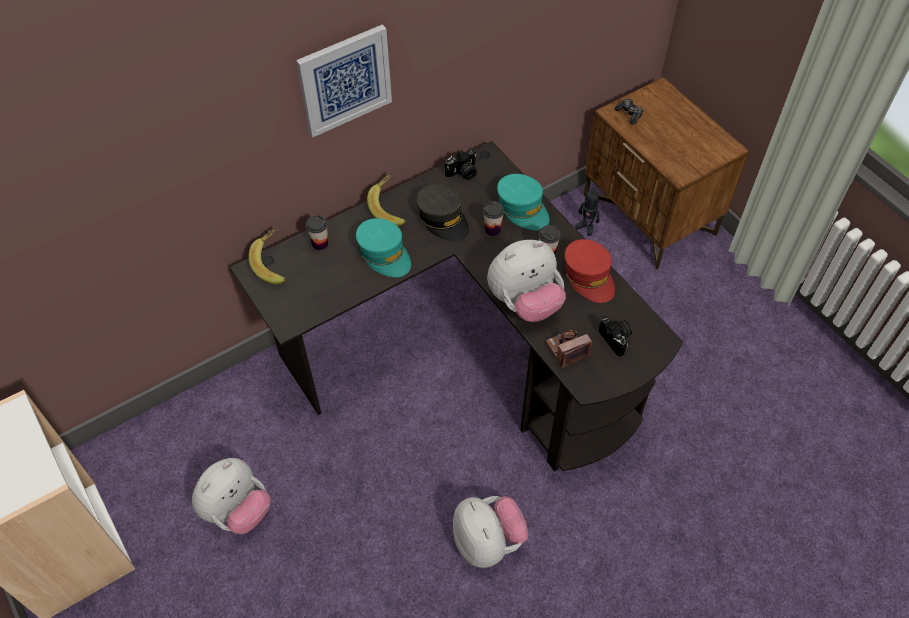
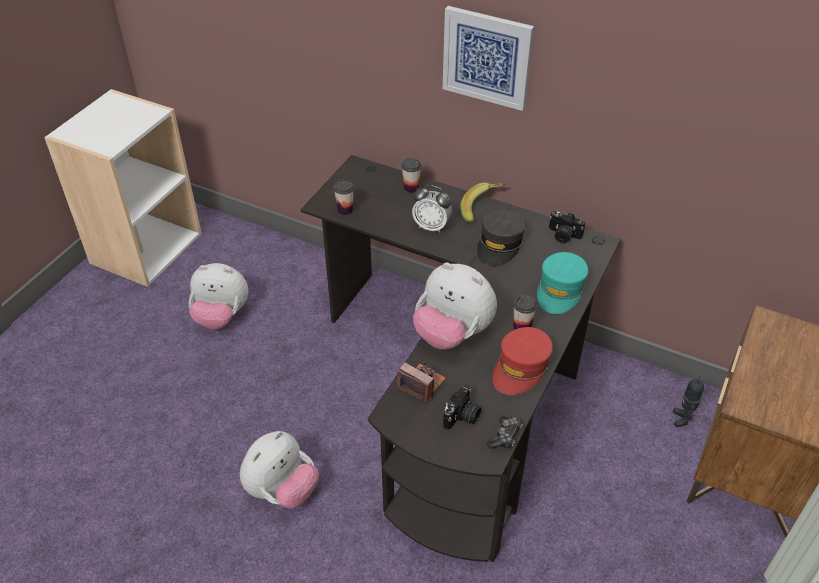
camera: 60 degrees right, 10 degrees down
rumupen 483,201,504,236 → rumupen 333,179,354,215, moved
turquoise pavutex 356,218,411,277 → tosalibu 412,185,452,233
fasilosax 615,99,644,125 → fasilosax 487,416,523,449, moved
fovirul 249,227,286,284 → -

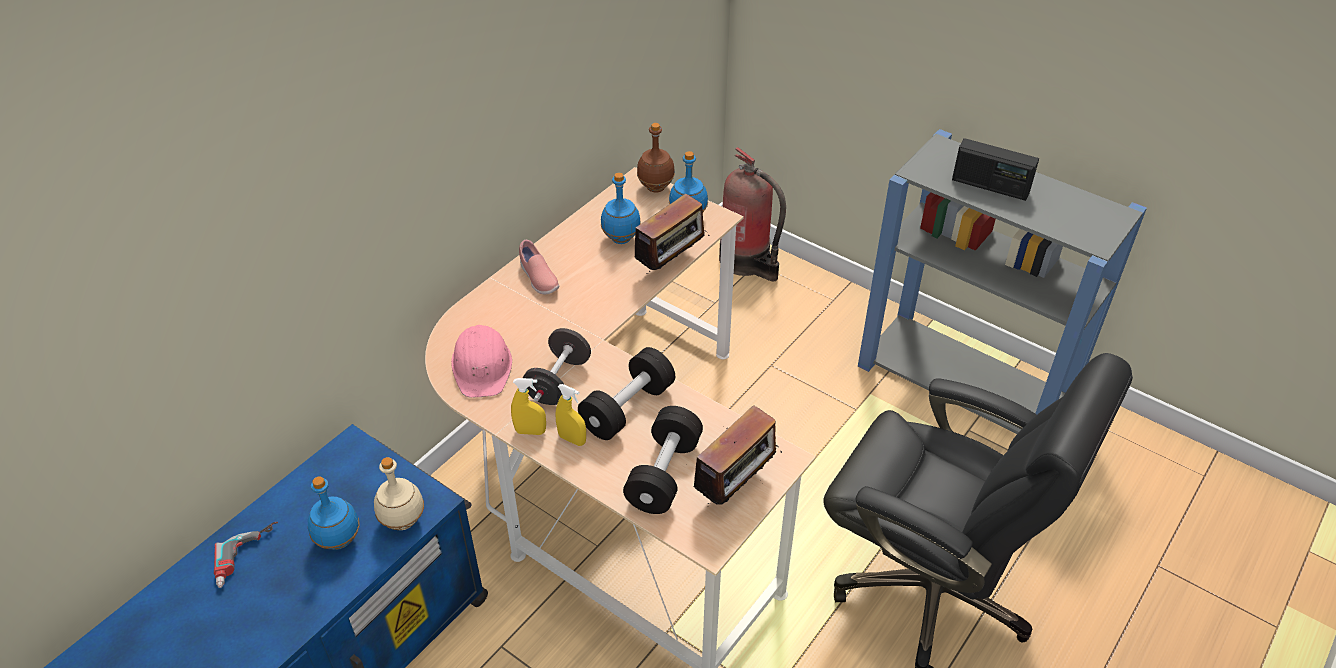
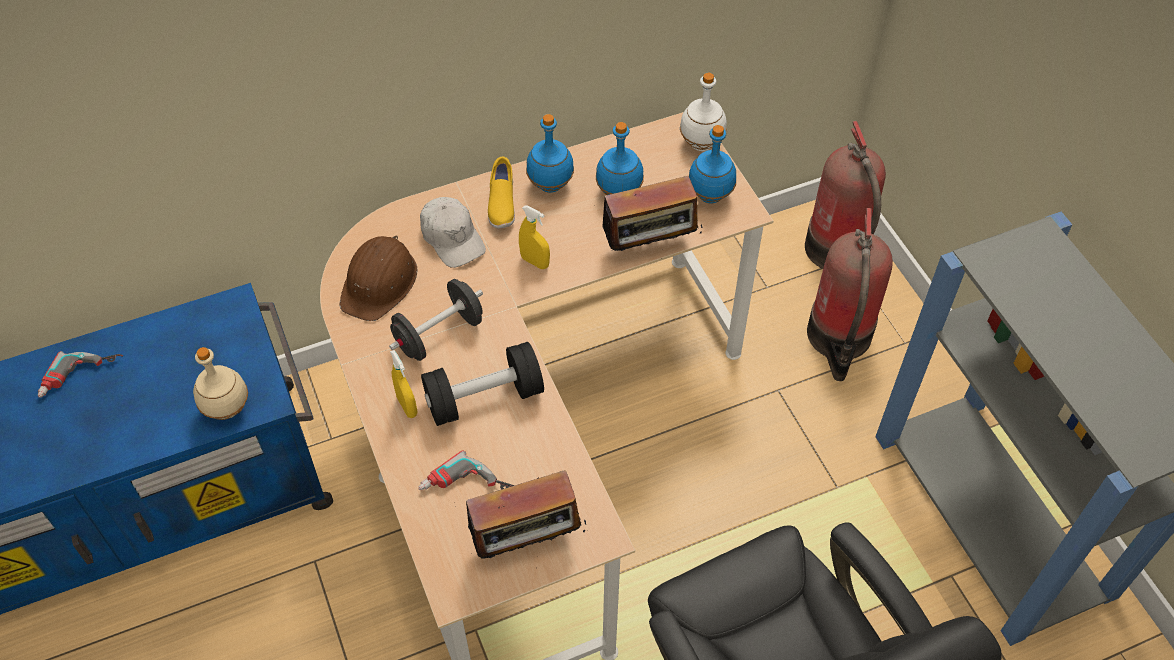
camera: 30 degrees right, 10 degrees up
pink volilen 451,325,512,398 → brown volilen 340,236,417,321
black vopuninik 623,406,703,514 → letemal 418,450,514,490
- → white pavutex 420,197,486,268
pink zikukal 519,240,559,294 → yellow zikukal 488,157,515,228
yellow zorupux 511,378,546,435 → yellow zorupux 519,205,550,269, moved
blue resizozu 308,477,360,550 → blue resizozu 526,114,574,193, moved
brown resizozu 637,123,675,192 → white resizozu 680,73,727,151
- → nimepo 807,208,893,381
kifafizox 952,138,1039,201 → -

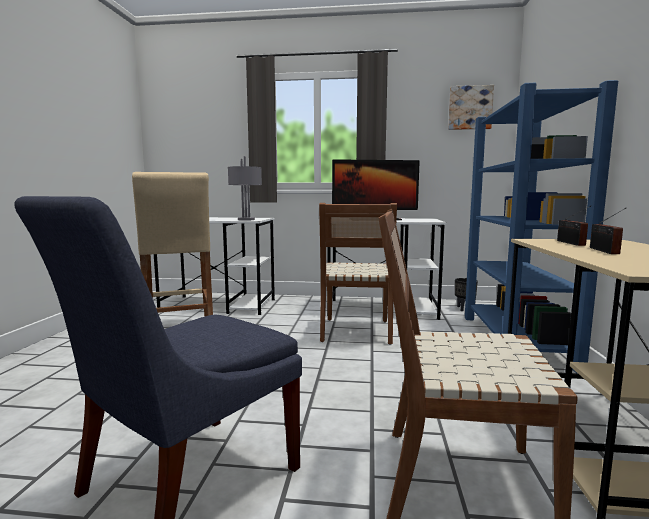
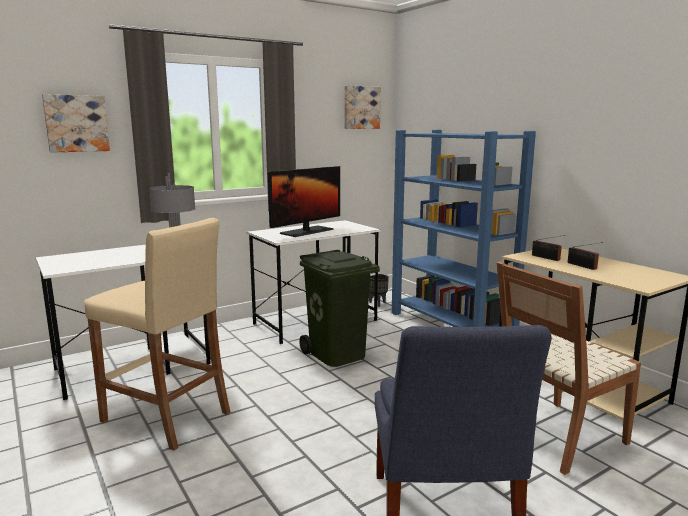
camera: 40 degrees left, 5 degrees up
- → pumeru 42,94,110,153
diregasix 319,203,397,345 → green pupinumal 299,250,380,367

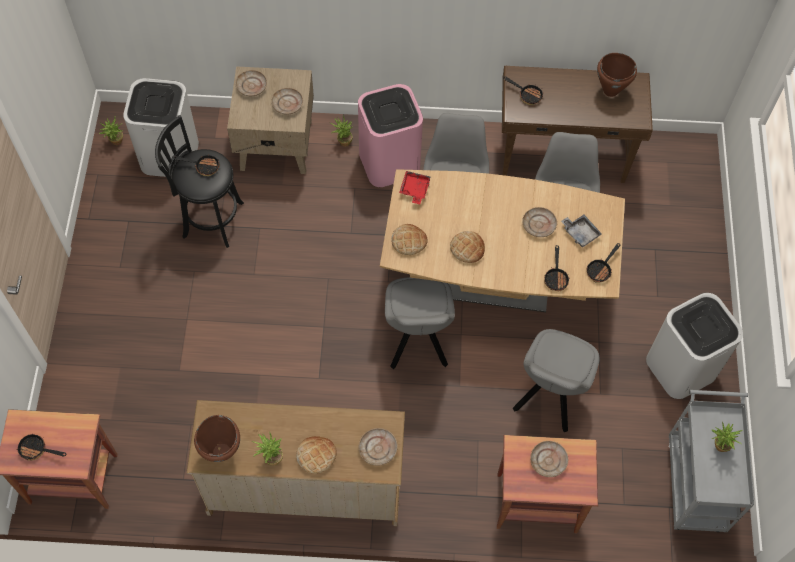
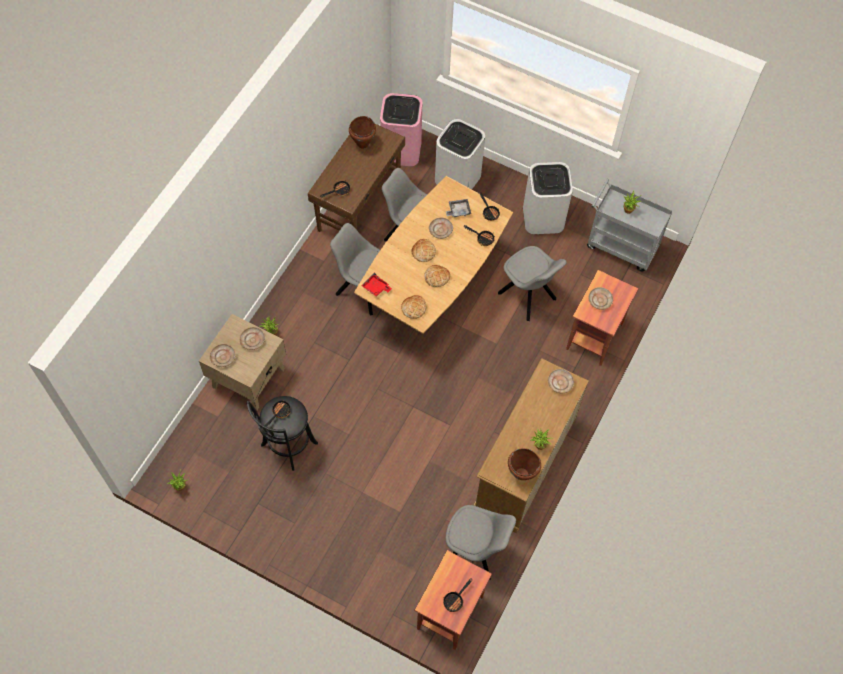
camera: 65 degrees left, 0 degrees up
pink pupinumal 358,84,423,187 → pink pupinumal 380,93,422,166, moved
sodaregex 296,436,337,474 → sodaregex 411,239,436,262, moved
white pupinumal 123,78,199,177 → white pupinumal 435,119,485,189, moved
grey diregasix 385,277,455,369 → grey diregasix 446,505,516,580, moved

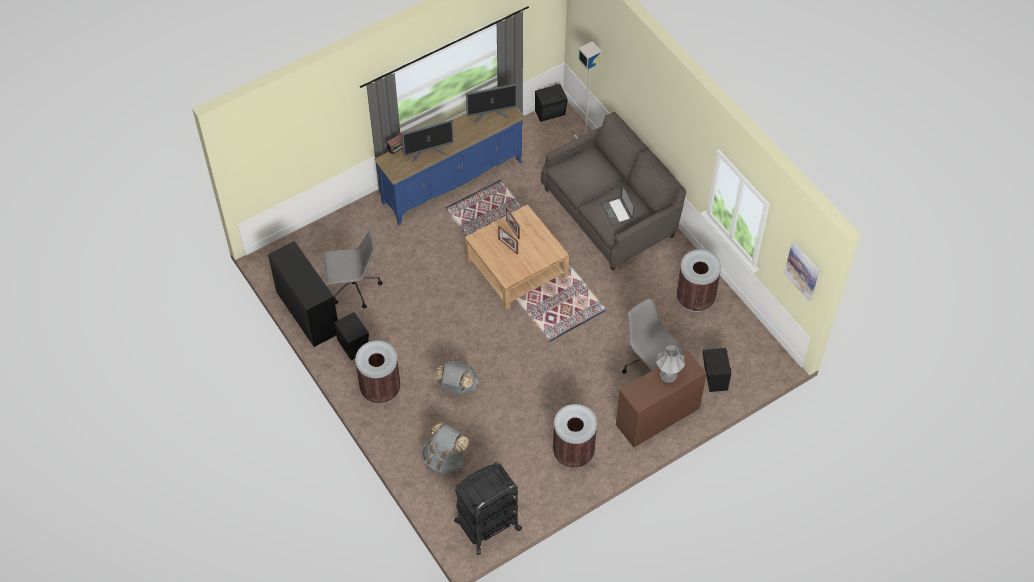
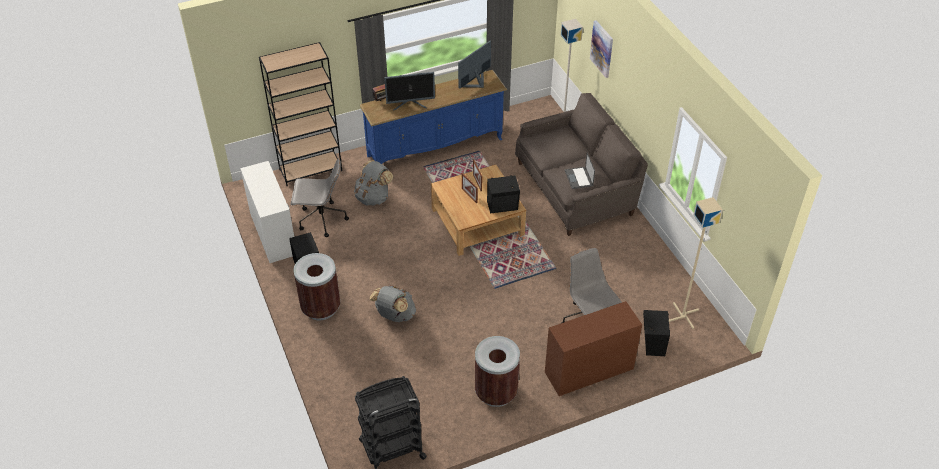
camera: 10 degrees right, 10 degrees down
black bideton 268,241,338,347 → white bideton 240,161,294,263
- → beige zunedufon 259,42,342,186
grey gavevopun 422,422,468,475 → grey gavevopun 354,160,393,205, moved
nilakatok 466,84,517,123 → nilakatok 458,41,491,89, 135 degrees clockwise
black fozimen 535,84,568,122 → black fozimen 487,175,520,213, moved
pumeru 784,242,819,301 → pumeru 590,20,613,78, moved
- → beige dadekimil 669,197,723,329
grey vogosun 656,345,685,382 → -
brown pupinumal 677,249,721,312 → -

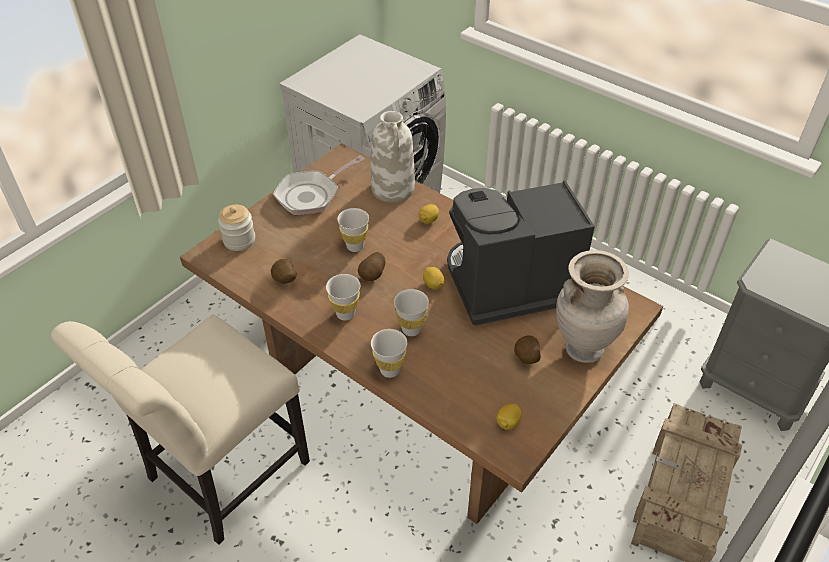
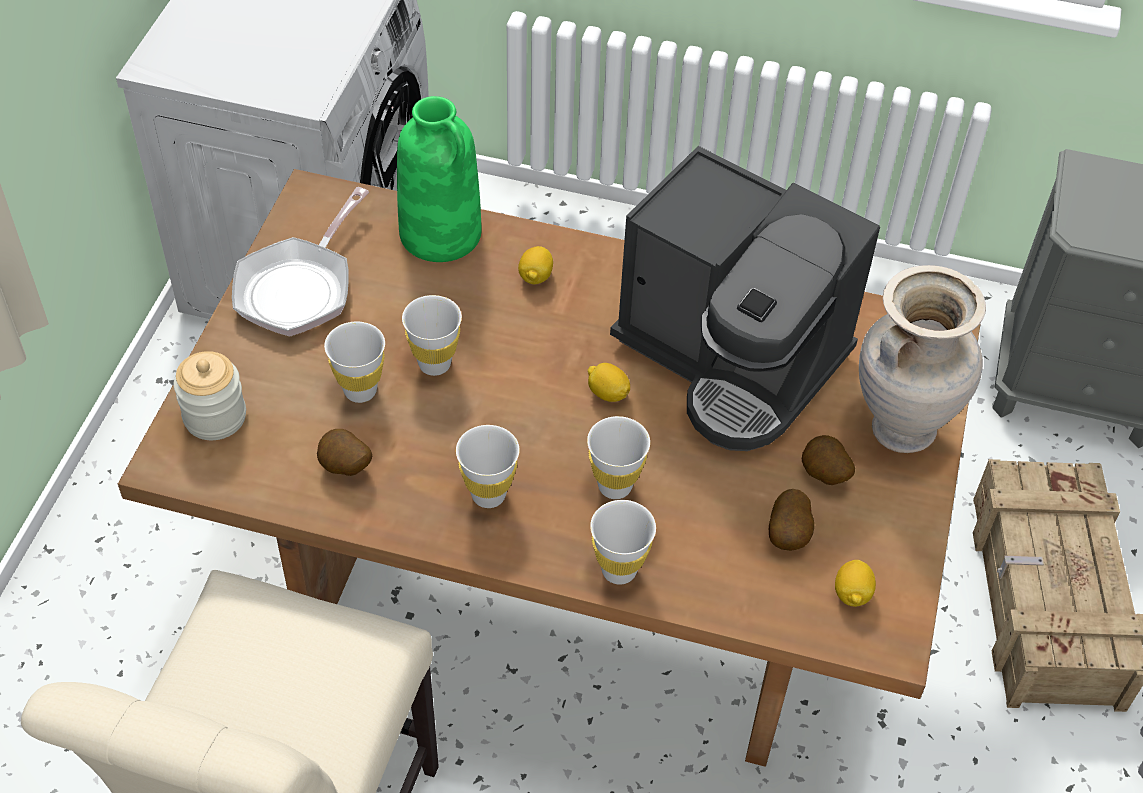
camera: 25 degrees left, 5 degrees up
- → white rumupen 324,322,385,403
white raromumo 371,111,415,202 → green raromumo 397,96,482,262
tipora 447,180,595,326 → tipora 610,146,880,451, 105 degrees counterclockwise
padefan 358,252,386,281 → padefan 769,489,814,551, moved

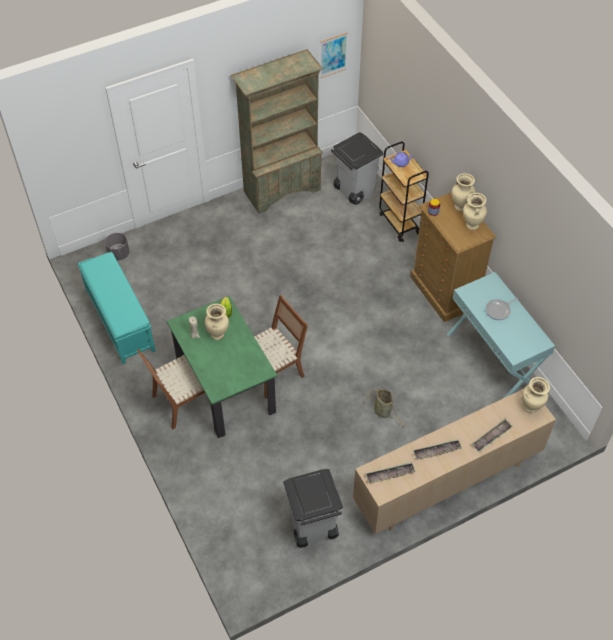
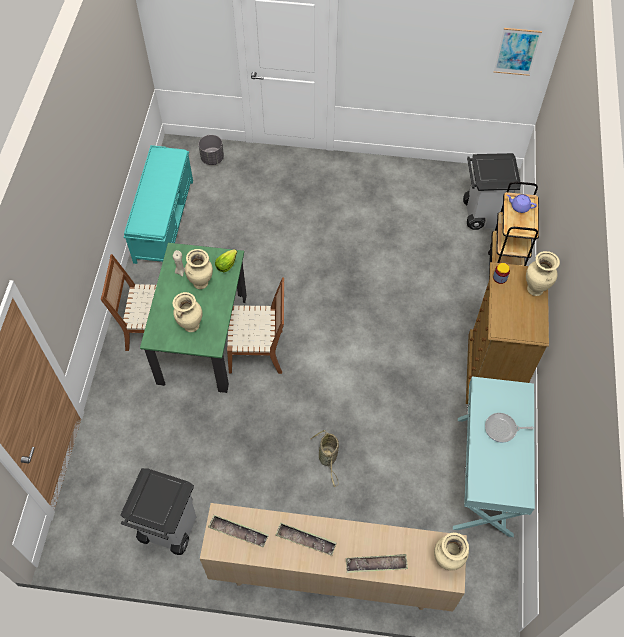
camera: 35 degrees right, 5 degrees up
beige raromumo 463,193,487,230 → beige raromumo 172,292,203,332, moved
green zunedufon 231,49,323,214 → -

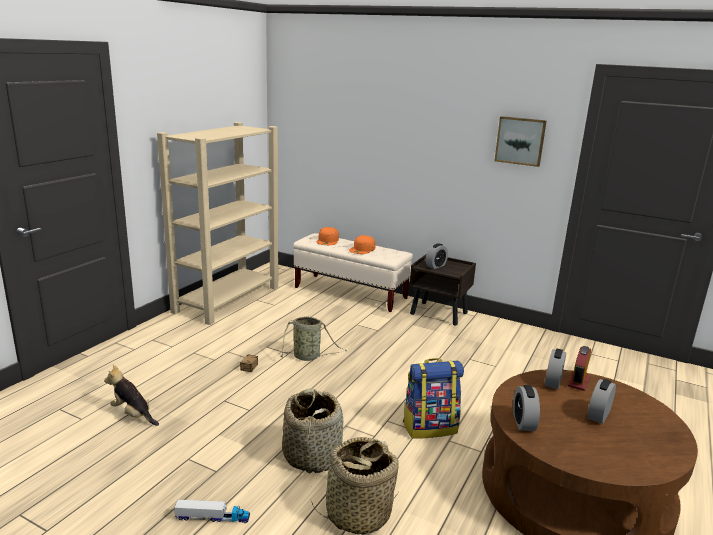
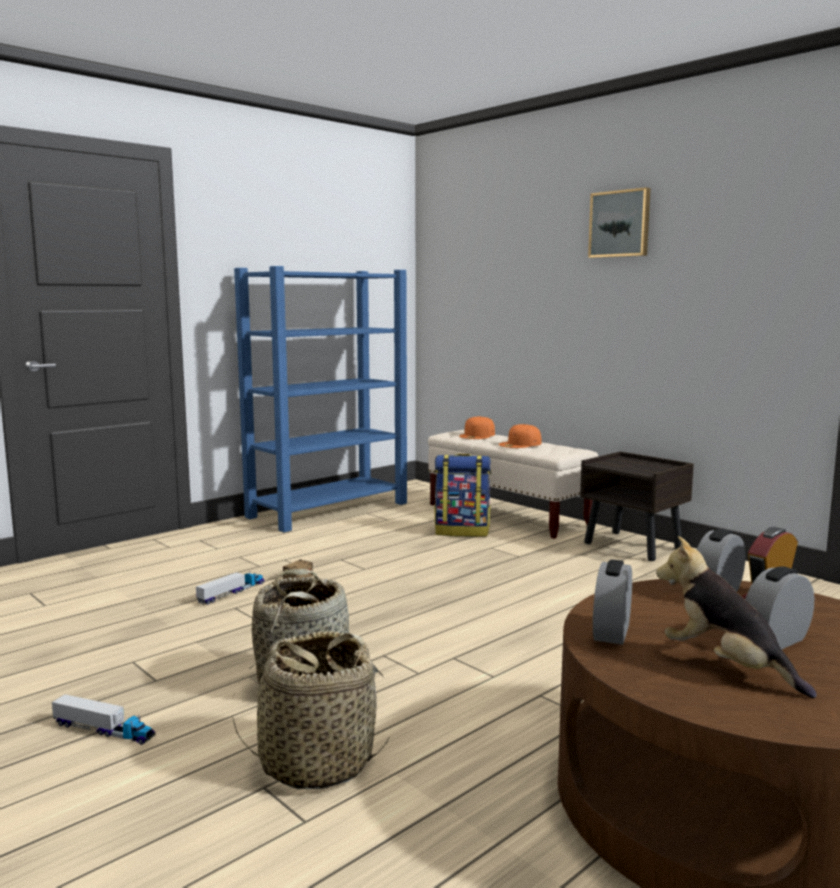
camera: 20 degrees right, 10 degrees down
- → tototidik 196,571,264,604
beige zunedufon 157,122,278,325 → blue zunedufon 234,266,407,532
gavevopun 403,358,464,439 → gavevopun 435,454,491,537, moved
pumeru 494,116,547,167 → pumeru 588,187,651,258, moved
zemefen 104,365,159,426 → zemefen 656,536,817,698, moved
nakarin 279,316,347,361 → -
tosalibu 426,243,448,269 → -

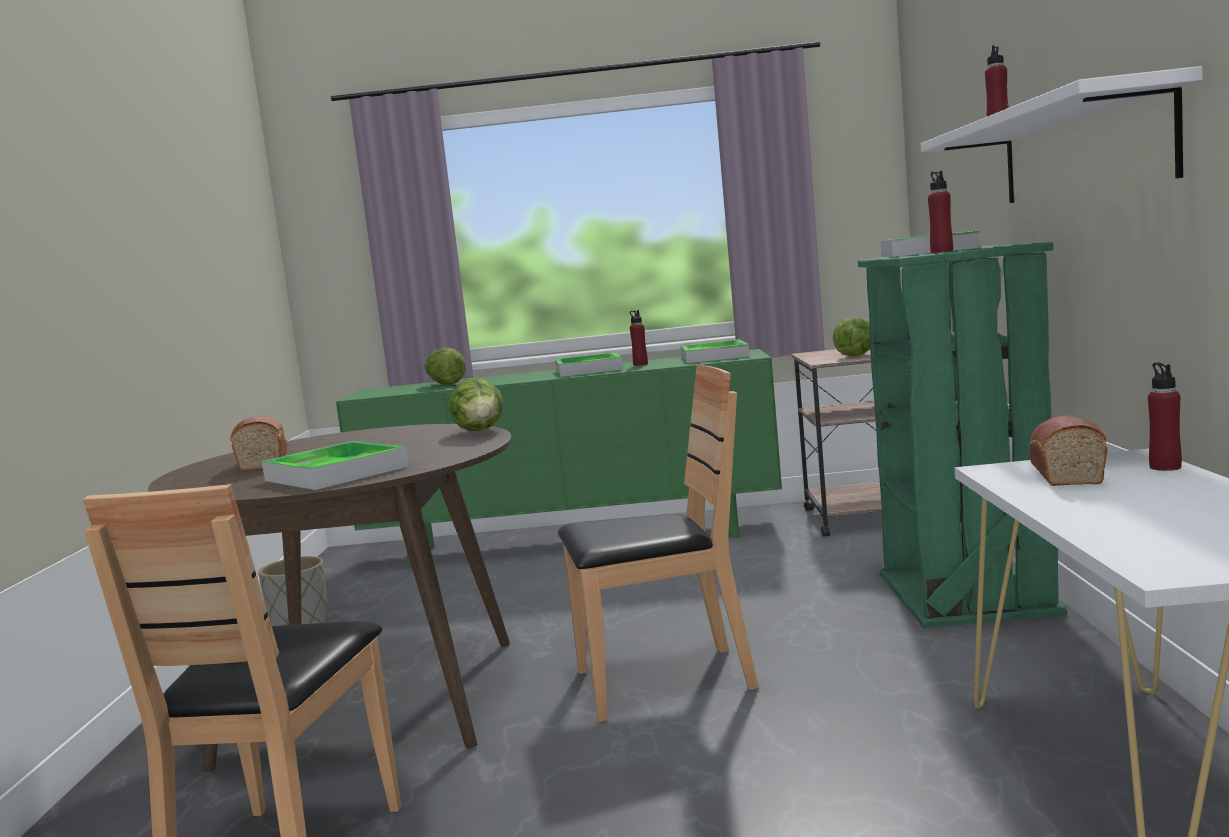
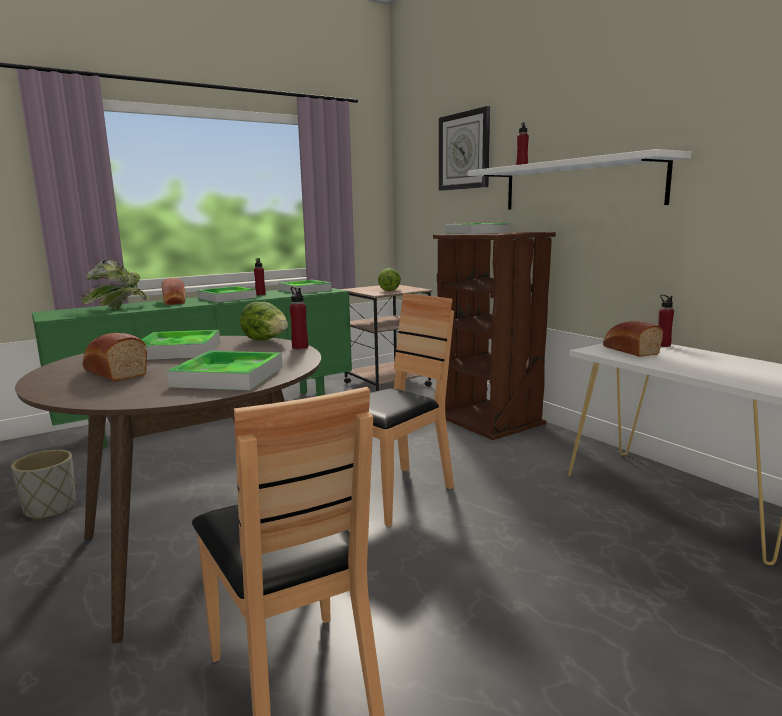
camera: 35 degrees left, 5 degrees up
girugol 425,347,466,385 → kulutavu 80,259,149,309
- → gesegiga 141,330,220,360
- → sodaregex 162,278,185,305
red resizozu 928,171,953,253 → red resizozu 290,287,308,349, moved
green zunedufon 858,242,1067,628 → brown zunedufon 433,232,556,440
- → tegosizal 439,106,490,191

